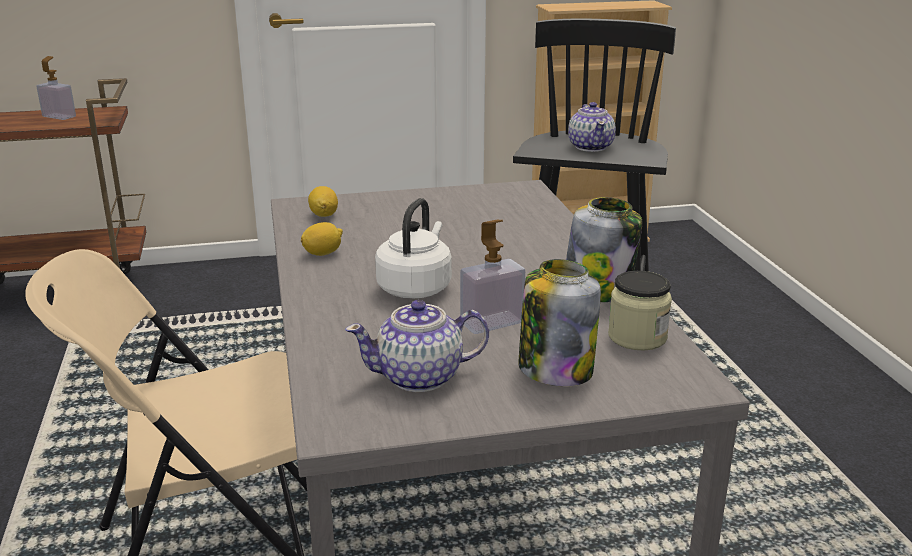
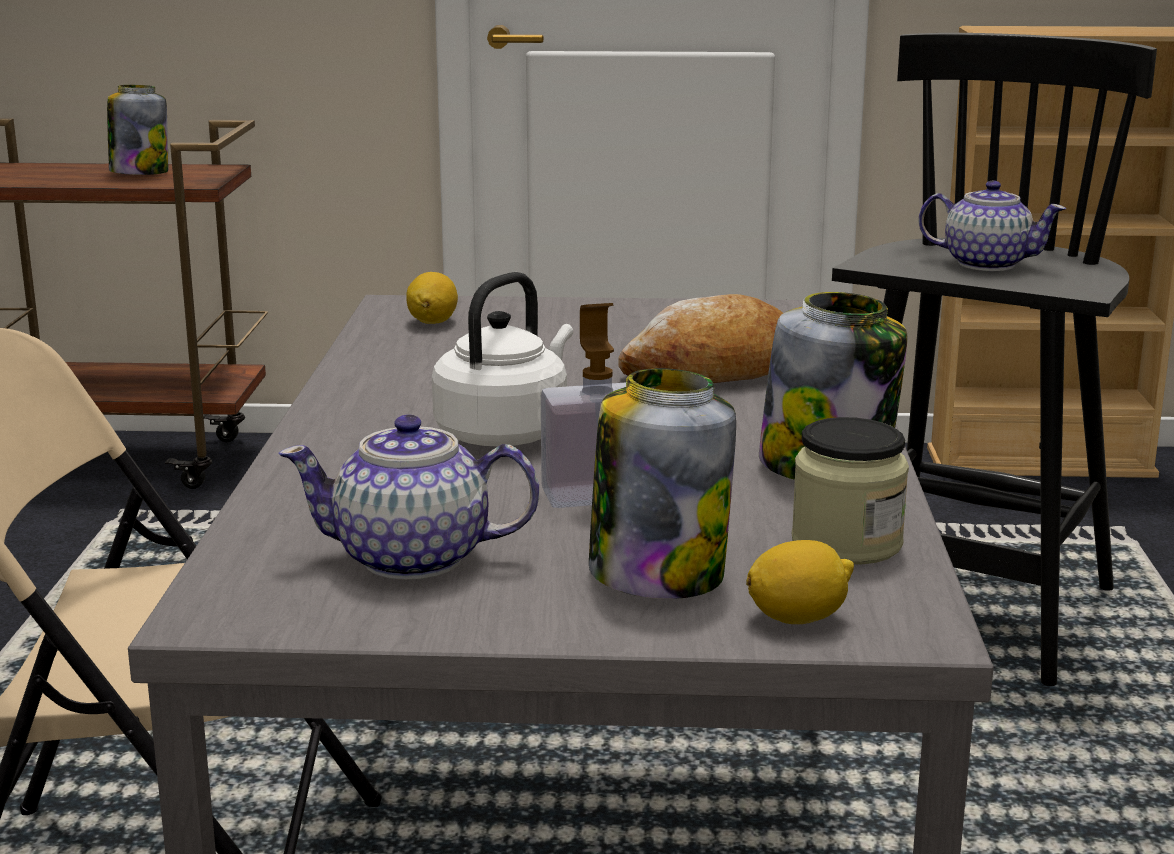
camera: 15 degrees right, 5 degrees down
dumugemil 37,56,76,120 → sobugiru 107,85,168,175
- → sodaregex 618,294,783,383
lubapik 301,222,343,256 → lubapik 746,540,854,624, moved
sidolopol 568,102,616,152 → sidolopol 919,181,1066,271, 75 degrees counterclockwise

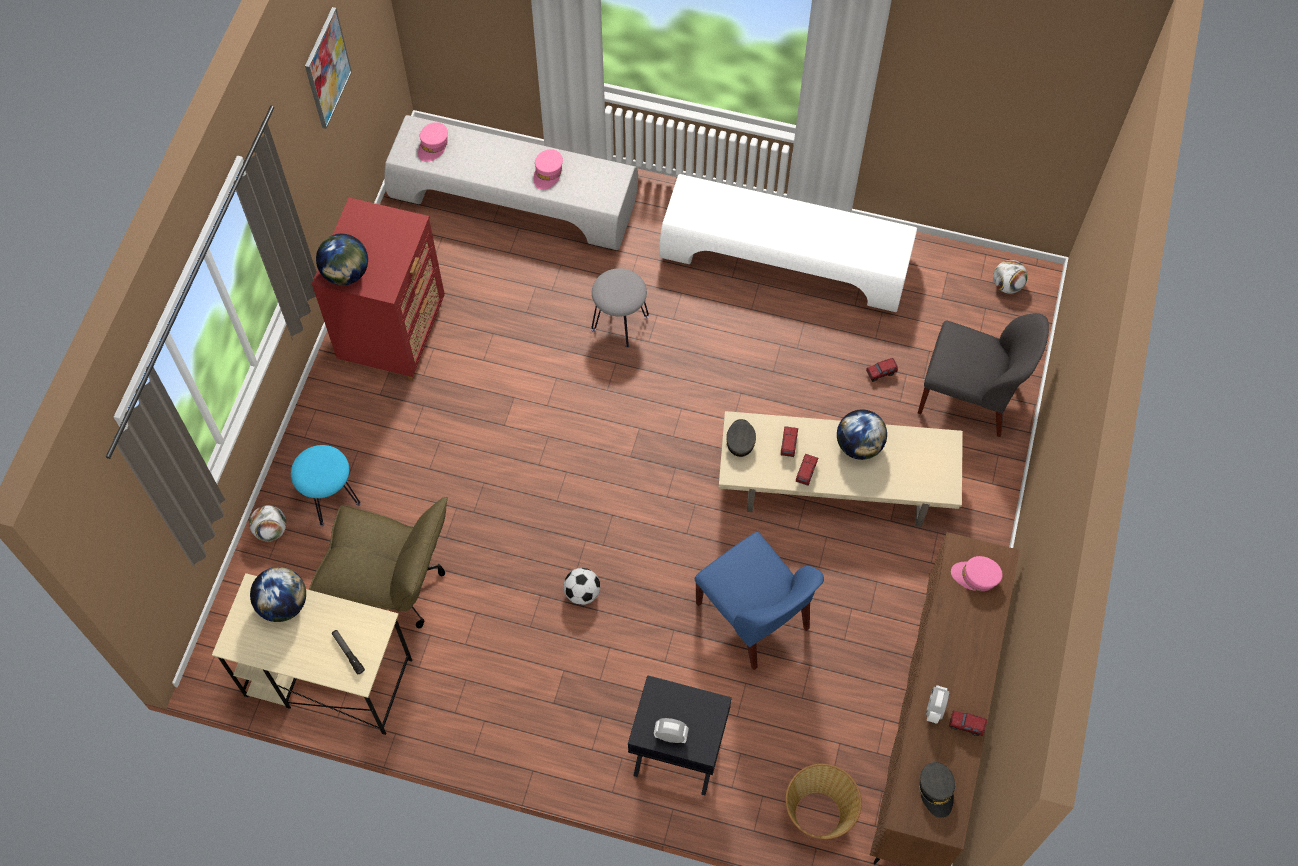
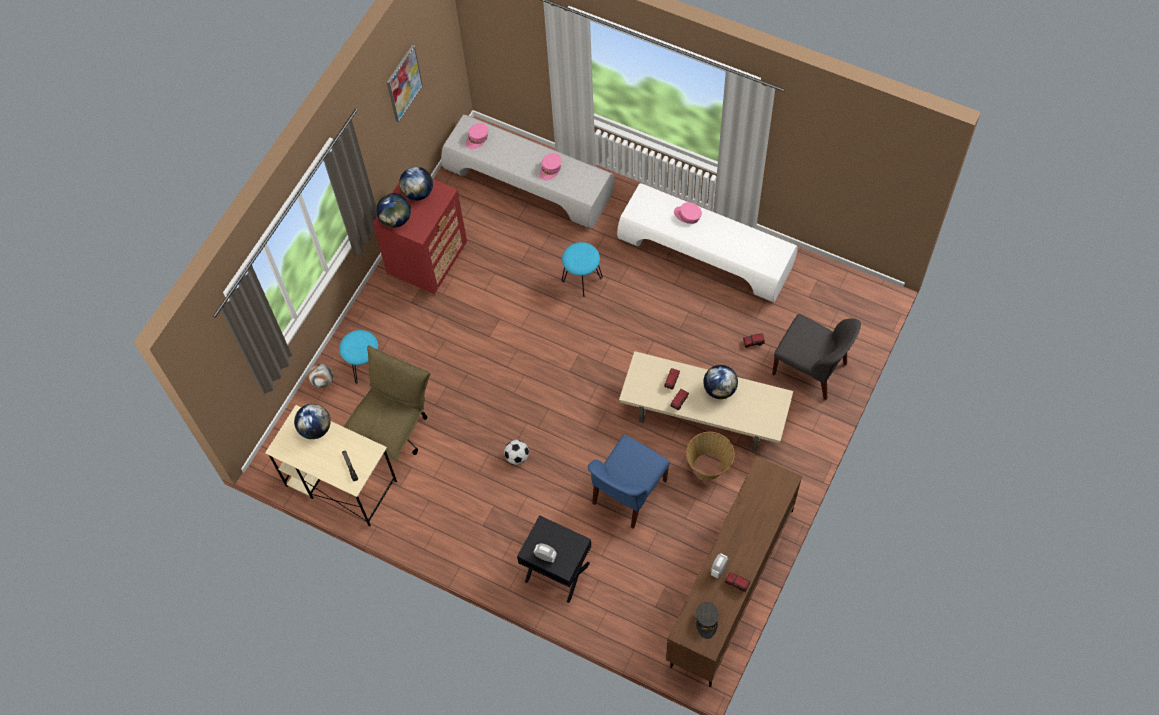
camera: 15 degrees right, 0 degrees up
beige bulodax 309,497,448,628 → beige bulodax 343,346,430,461, 90 degrees counterclockwise
- → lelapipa 399,167,433,201
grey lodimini 591,268,649,348 → turquoise lodimini 562,242,603,297
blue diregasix 695,532,824,670 → blue diregasix 588,435,670,529, 60 degrees clockwise
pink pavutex 951,556,1003,592 → pink pavutex 674,202,702,224, moved
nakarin 786,764,862,839 → nakarin 686,432,735,480, moved
grey pavutex 726,419,756,457 → -
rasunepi 993,260,1028,293 → -

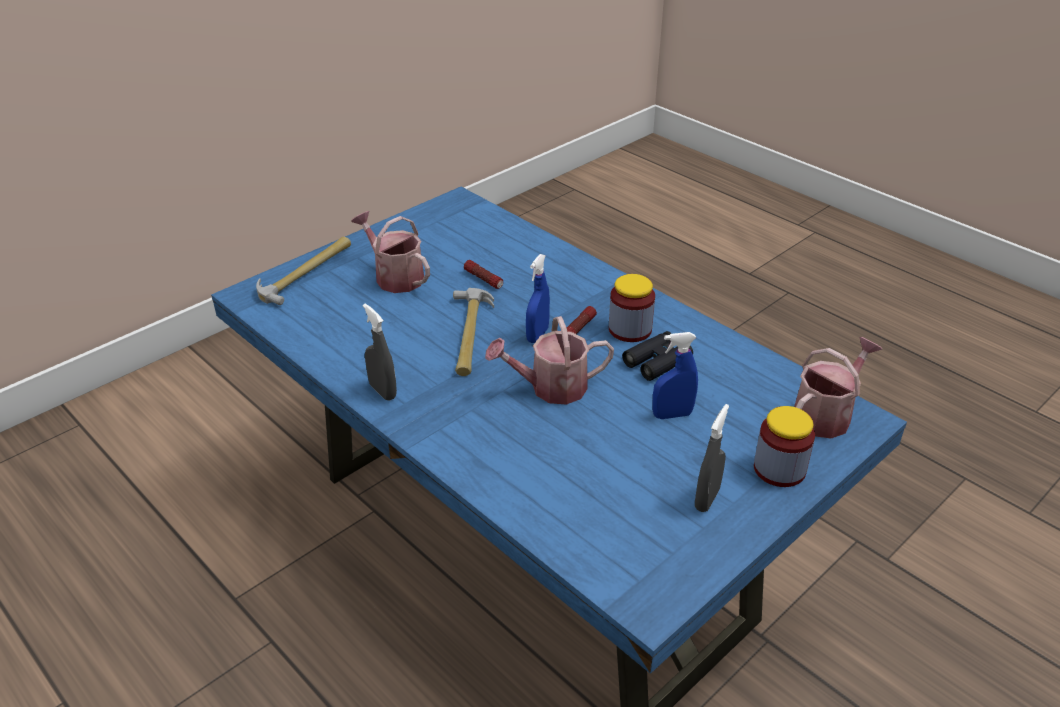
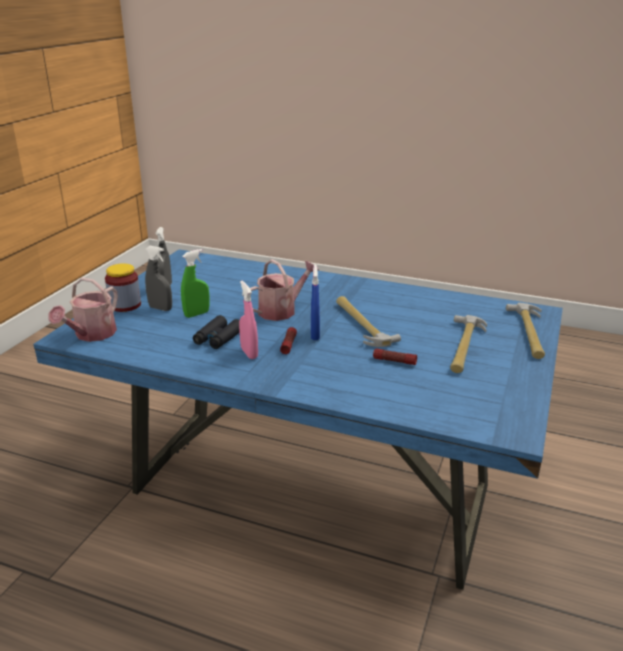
camera: 155 degrees right, 10 degrees down
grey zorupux 363,304,397,401 → grey zorupux 145,246,172,311, moved
blue zorupux 653,332,698,419 → green zorupux 181,249,209,318
sobugiru 609,274,655,342 → pink zorupux 239,281,258,359
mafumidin 351,211,430,293 → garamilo 450,315,487,373

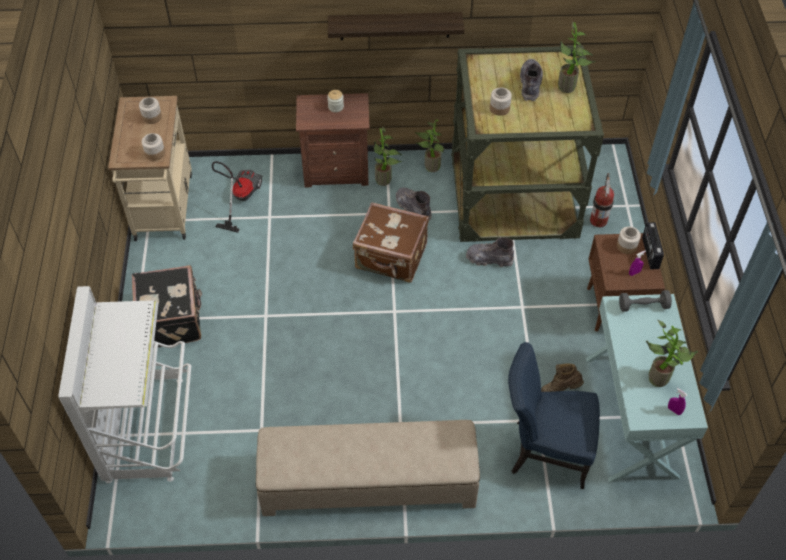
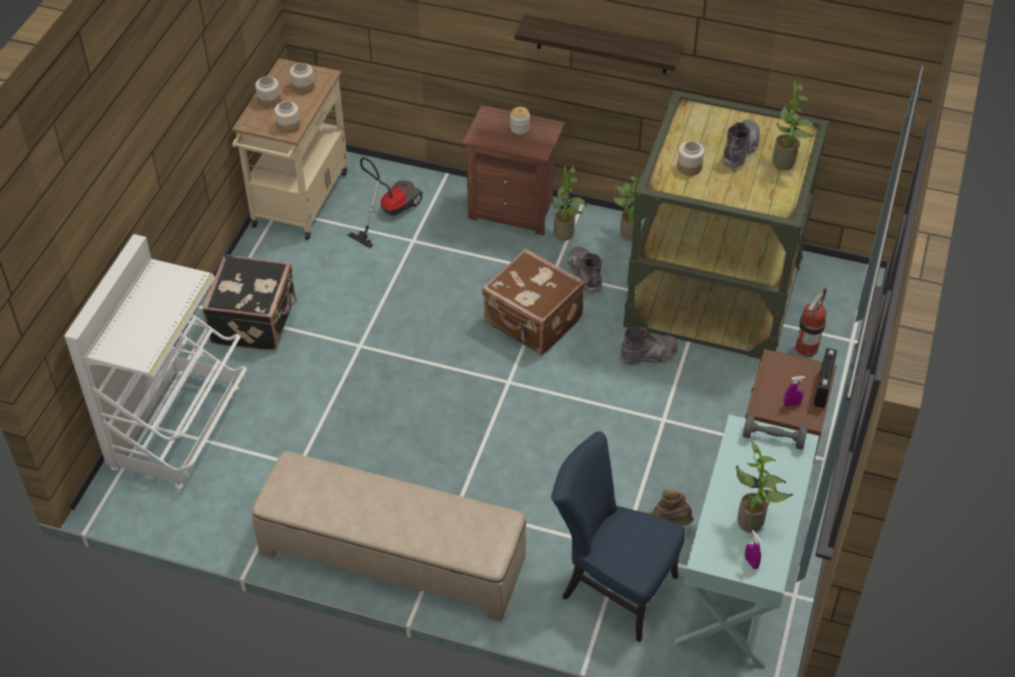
camera: 20 degrees right, 5 degrees down
sobugiru 617,227,641,254 → sobugiru 255,76,281,108, moved
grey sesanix 466,237,514,267 → grey sesanix 619,327,679,366, 135 degrees clockwise

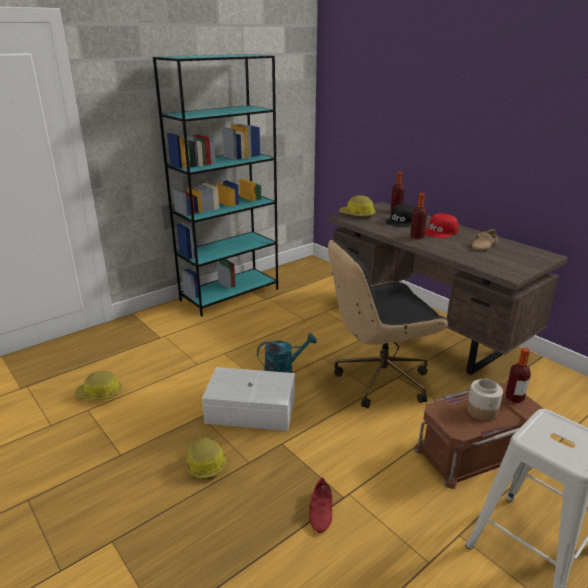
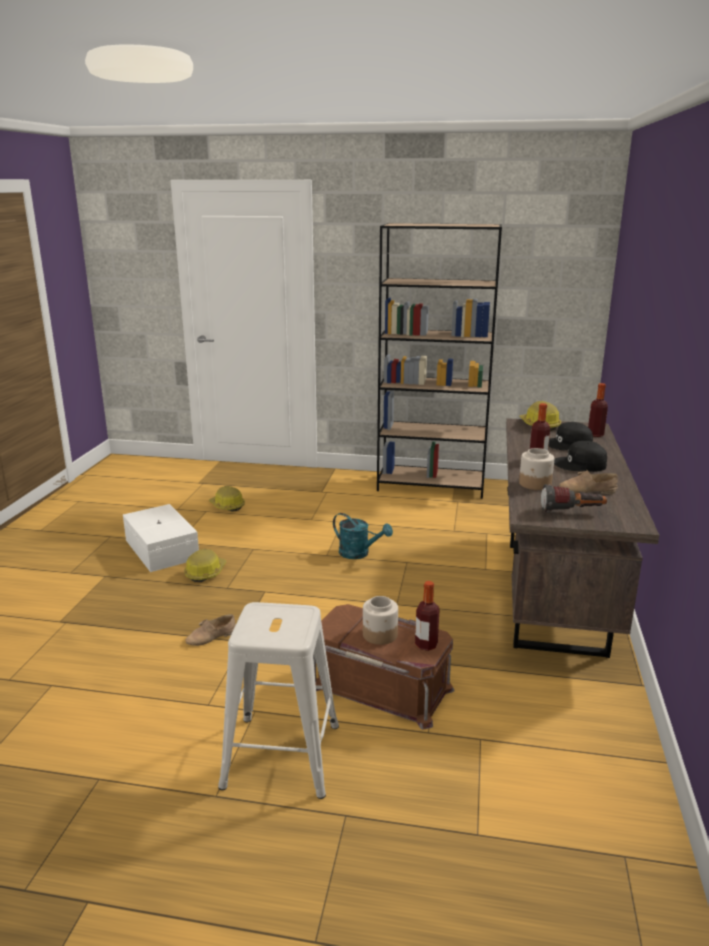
camera: 50 degrees right, 5 degrees down
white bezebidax 202,367,295,431 → white bezebidax 123,504,199,572, moved
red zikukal 309,477,332,533 → beige zikukal 185,614,236,646
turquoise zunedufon 153,54,278,317 → beige zunedufon 377,223,502,499
- → sobugiru 519,448,554,490
- → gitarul 541,484,607,513
red pavutex 425,213,459,238 → black pavutex 554,441,607,472
black bulodax 328,240,448,408 → -

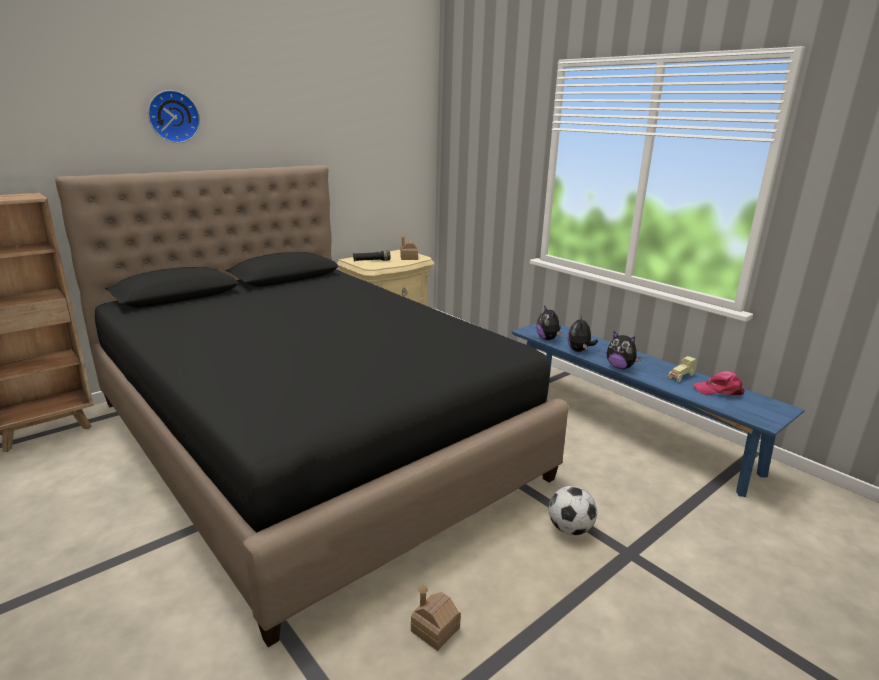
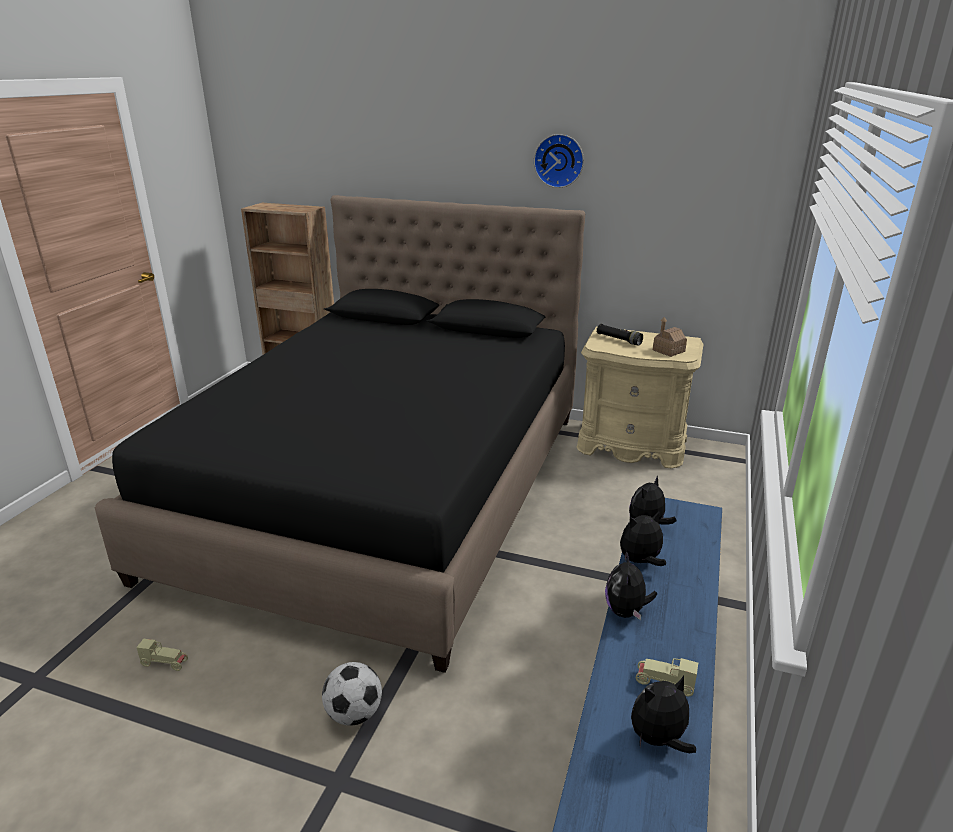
camera: 60 degrees right, 5 degrees up
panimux 411,585,461,651 → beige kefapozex 136,639,188,671
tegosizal 148,90,200,143 → tegosizal 534,134,584,188, moved
pink pavutex 693,371,745,395 → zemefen 631,676,696,753

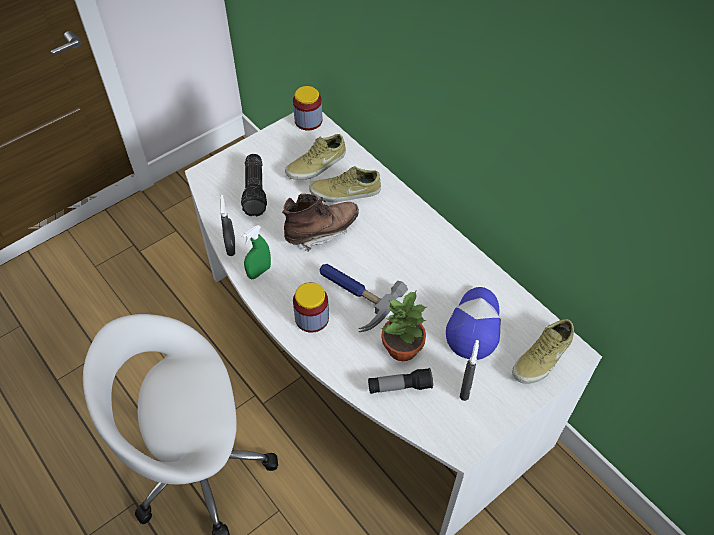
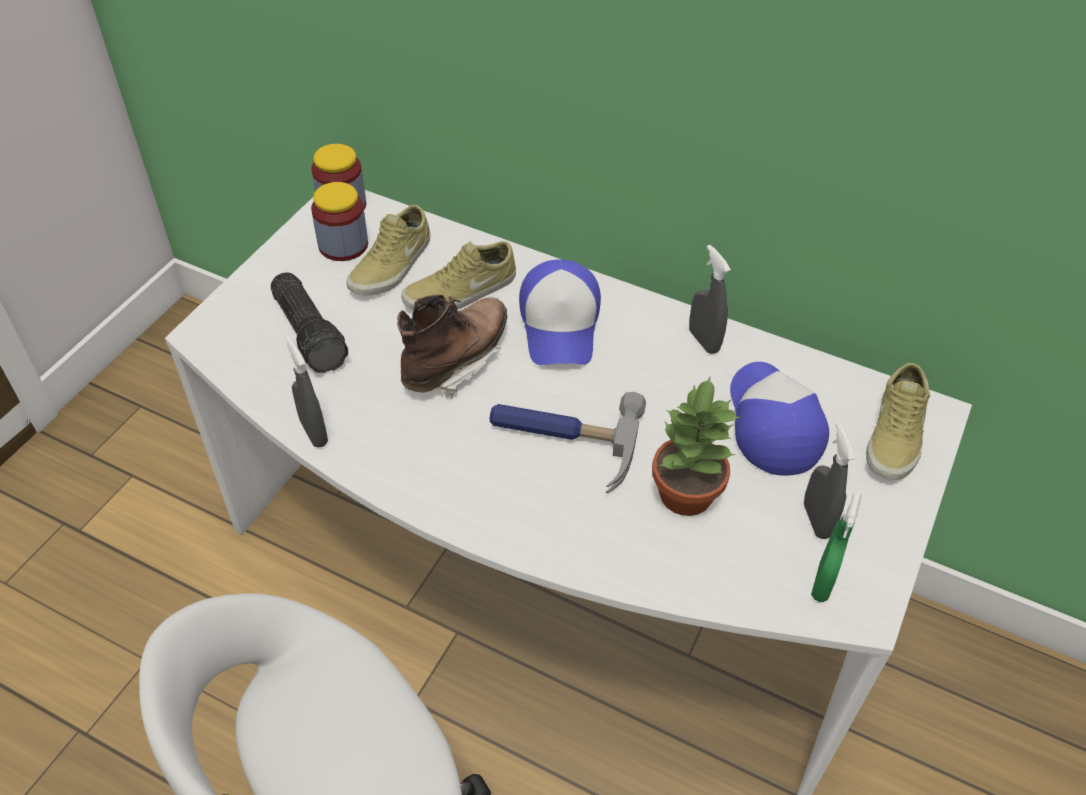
camera: 25 degrees left, 5 degrees down
sobugiru 293,282,329,333 → sobugiru 311,182,368,261, moved
- → pavutex 519,259,601,365
- → grey zorupux 689,245,731,354
green zorupux 242,225,271,279 → green zorupux 811,492,861,602, moved
gitarul 368,368,433,394 → -

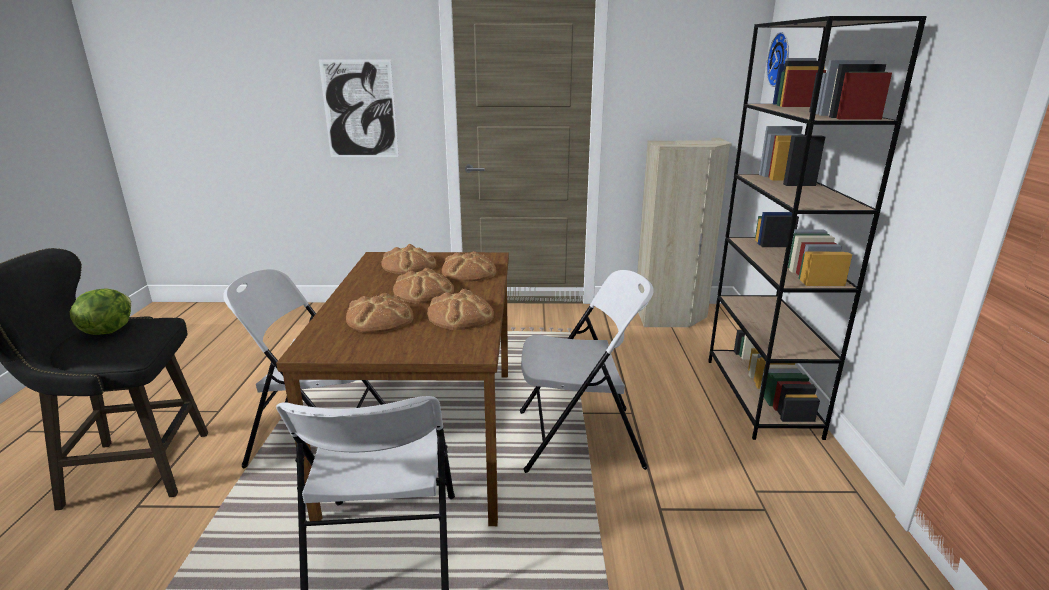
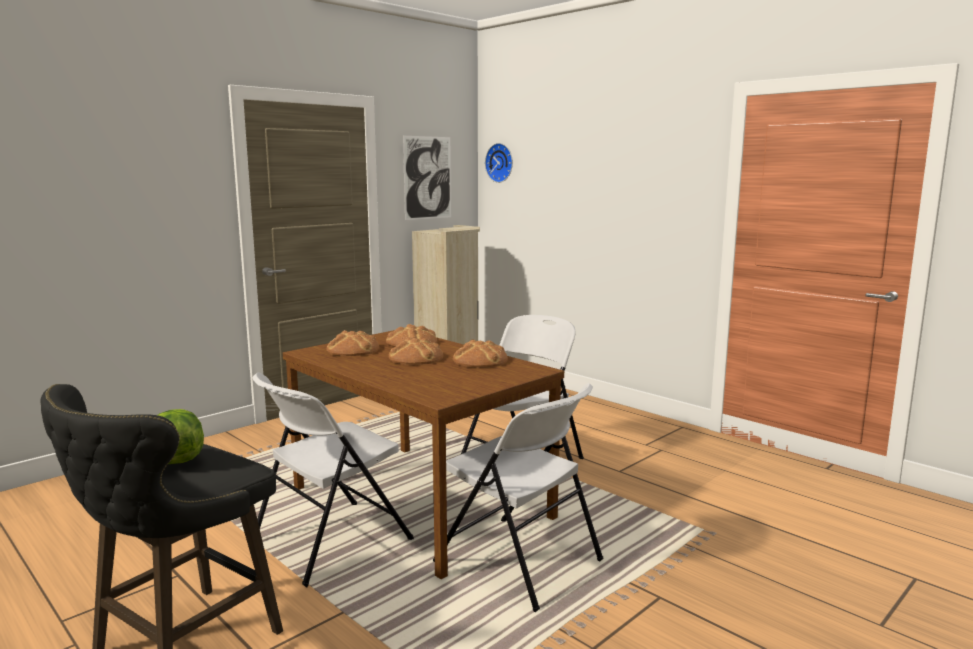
camera: 45 degrees left, 10 degrees down
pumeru 319,59,399,157 → pumeru 403,136,451,220, moved
sodaregex 346,293,414,333 → -
beige zunedufon 708,16,927,440 → -

